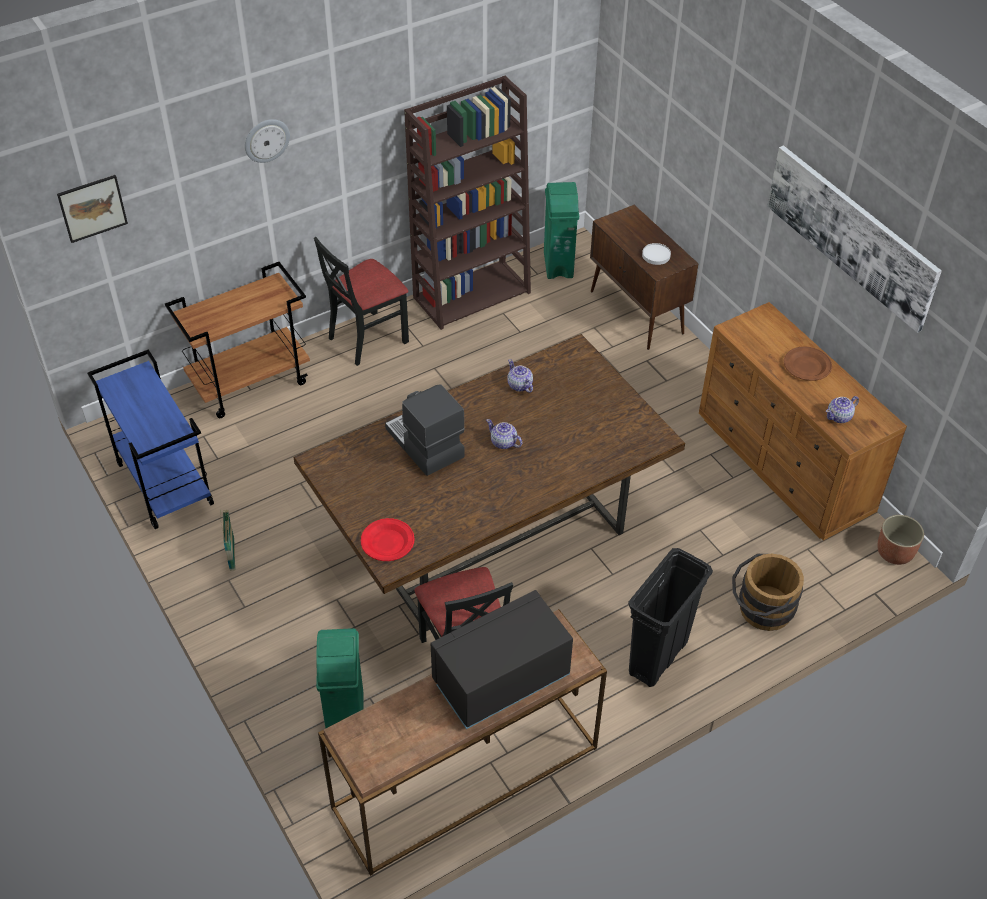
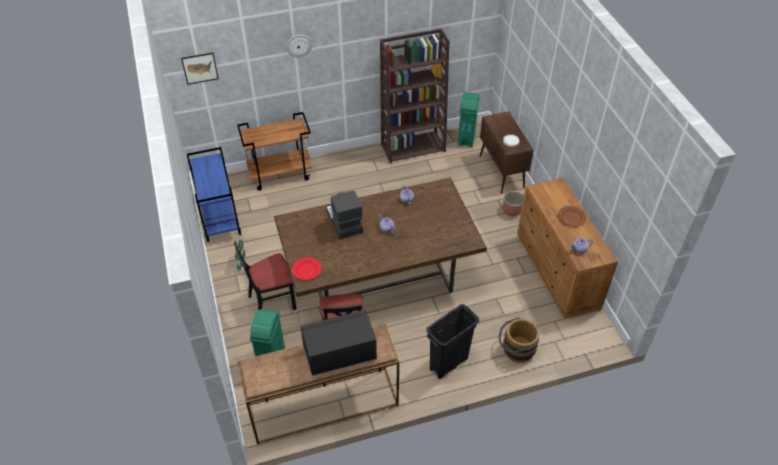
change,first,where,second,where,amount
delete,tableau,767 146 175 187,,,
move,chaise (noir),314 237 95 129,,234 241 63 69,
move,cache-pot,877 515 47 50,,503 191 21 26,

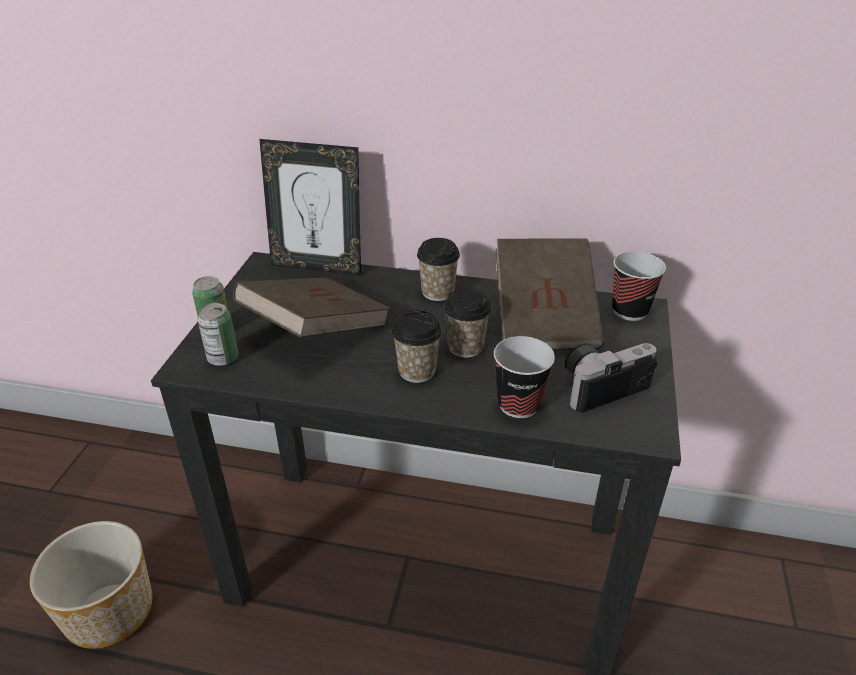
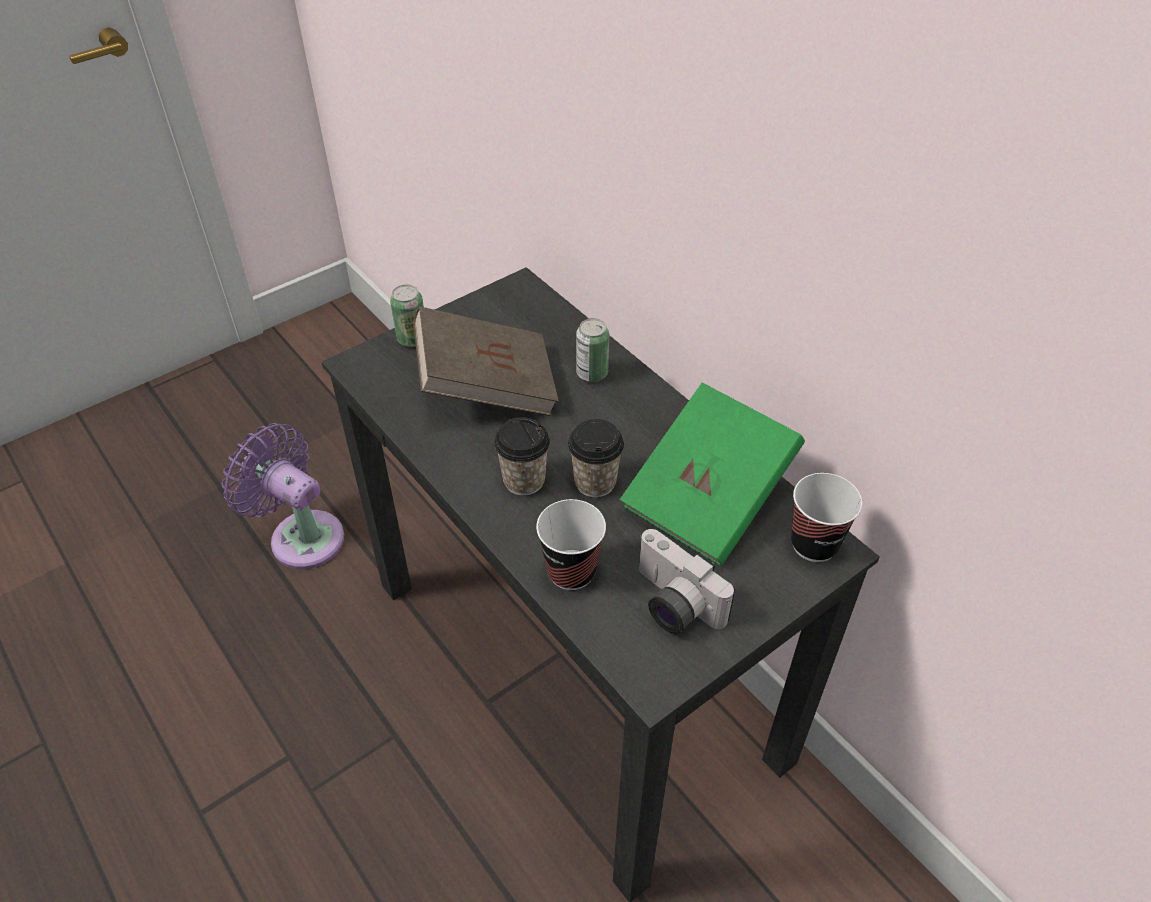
change,first,where,second,where,amount
delete,cadre photo,259 139 102 137,,,
delete,tasse,417 238 43 63,,,
move,boîte métallique,197 303 41 63,,576 318 33 64,
replace,cache-pot,30 521 122 128,ventilateur (violet),222 423 122 146,
recolor,livre (marron),495 239 109 111,livre (vert),620 382 185 184,
rotate,appareil photo,565 343 93 70,,639 529 96 105,150 degrees counterclockwise

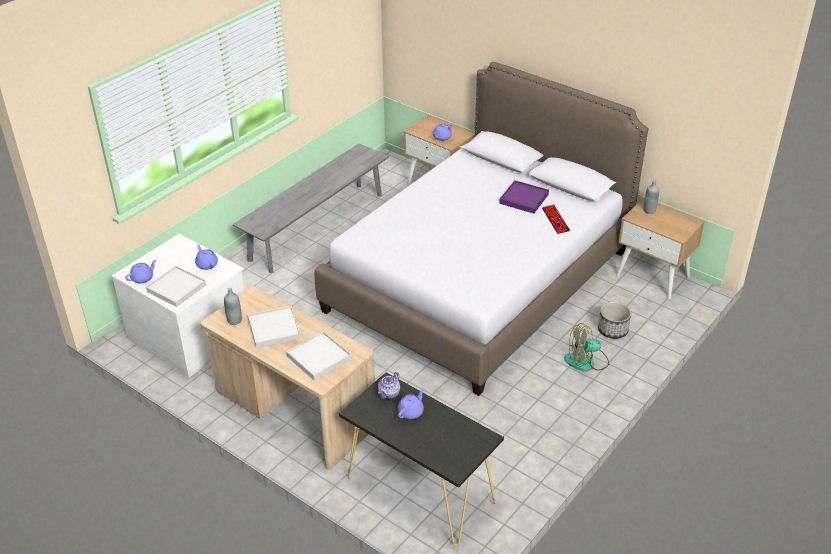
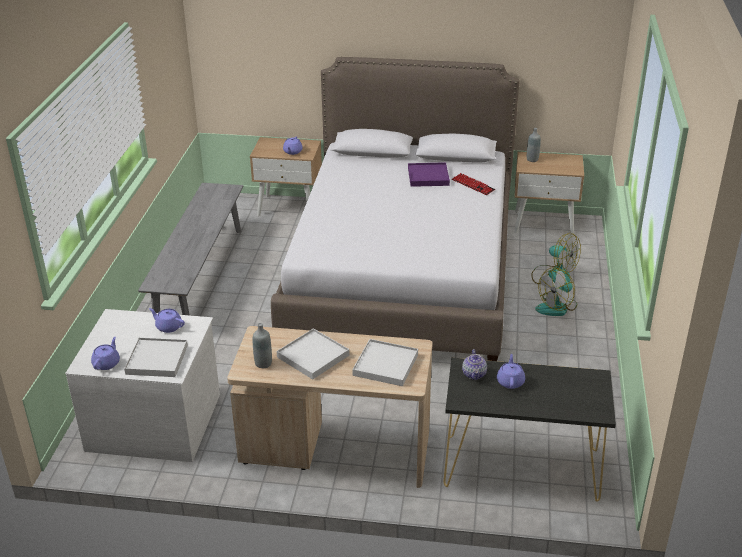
change,first,where,second,where,amount
replace,cache-pot,598 302 33 37,ventilateur,531 233 50 51,

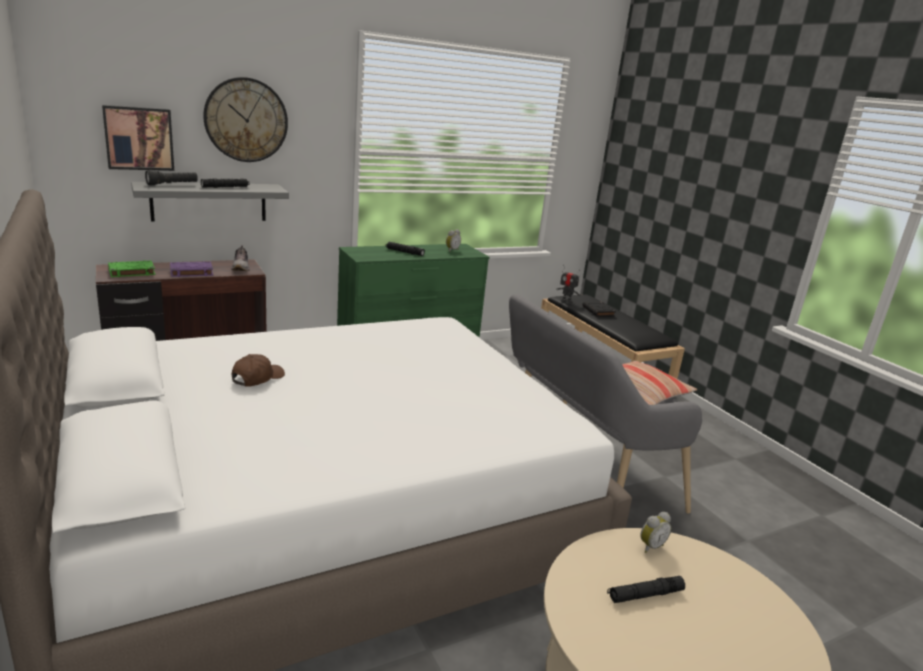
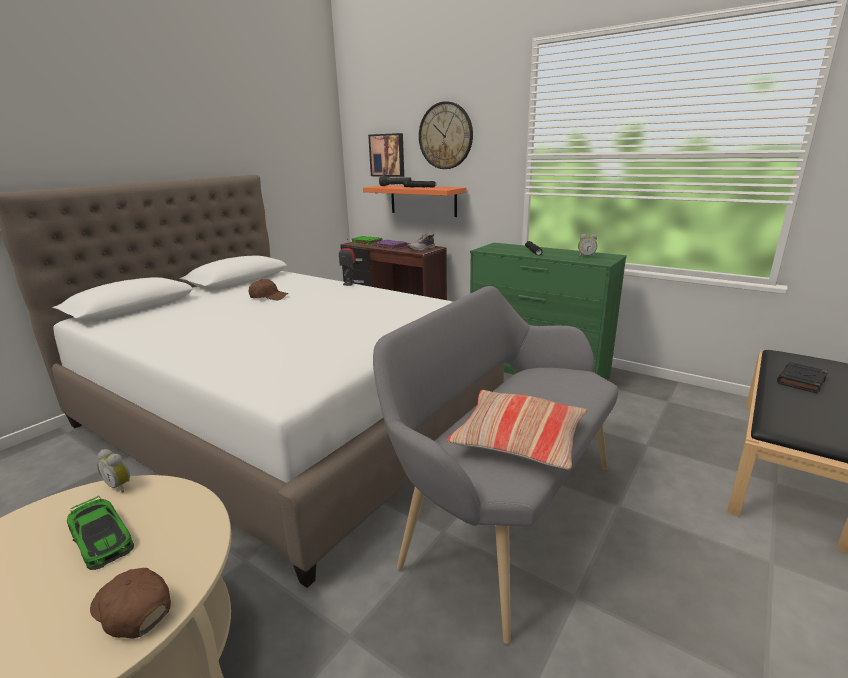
change,first,where,second,where,amount
insert,,,casquette (marron),90 568 81 71,
move,robot jouet,556 265 25 39,,339 239 17 47,
move,réveil,640 512 31 41,,97 449 33 44,
replace,lampe de poche (noir),607 576 78 27,petite voiture,67 496 67 74,
recolor,étagère (gris),131 182 158 40,étagère (orange),363 185 103 32,

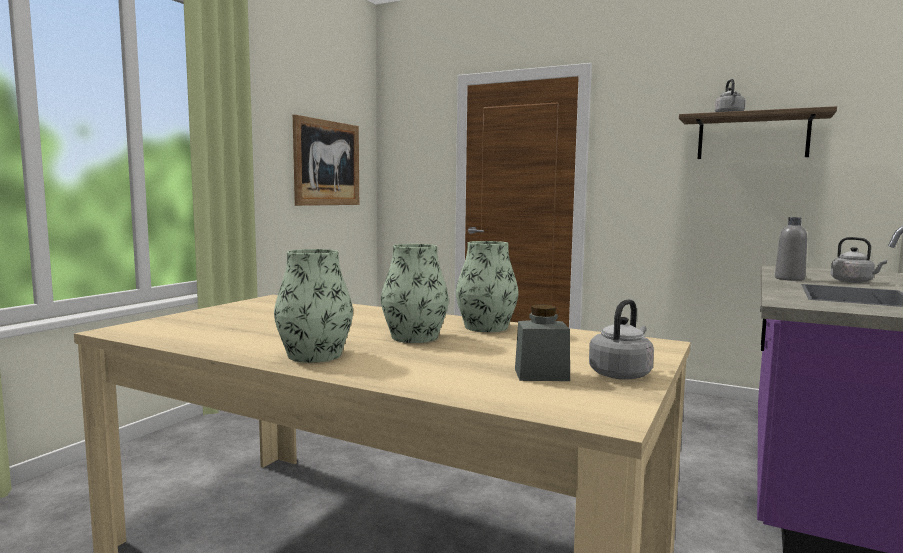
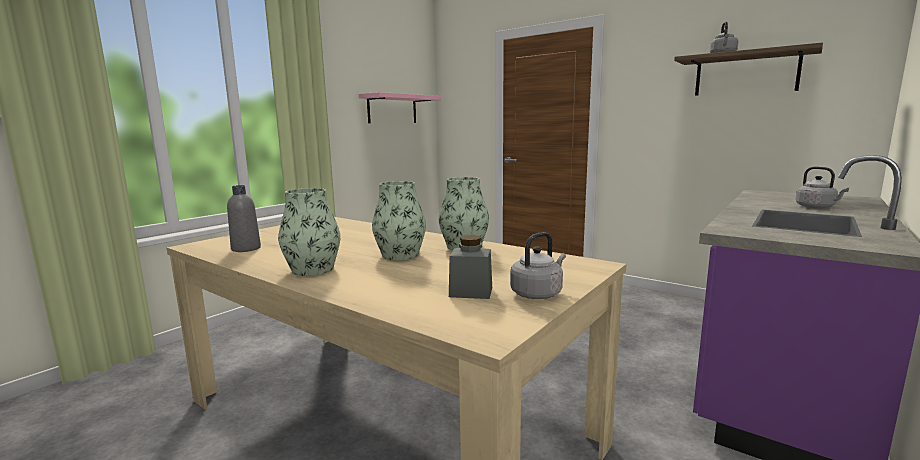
change,first,where,second,where,amount
move,bouteille (gris),775 217 32 64,,227 185 34 67,
replace,tableau,293 115 66 91,étagère (rose),359 92 82 31,

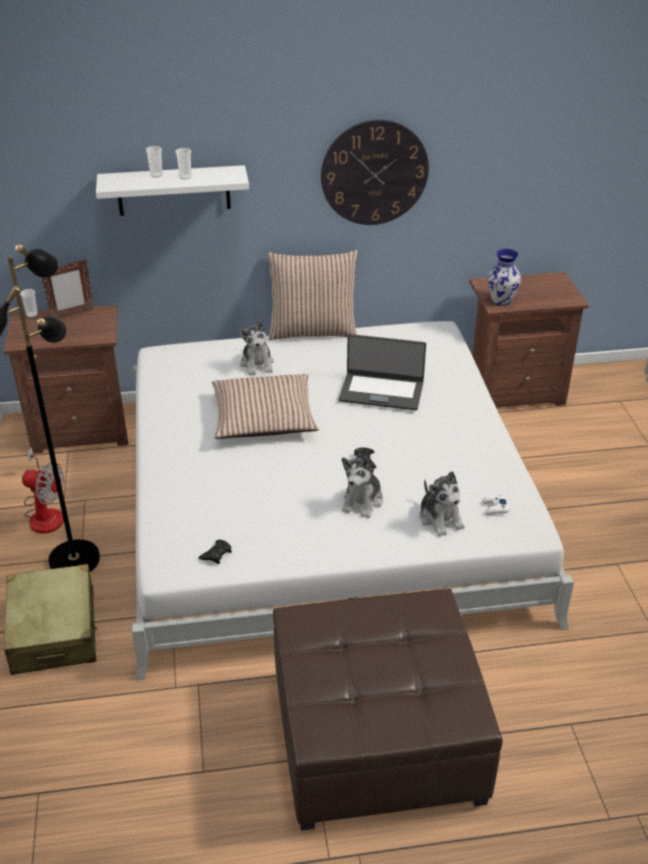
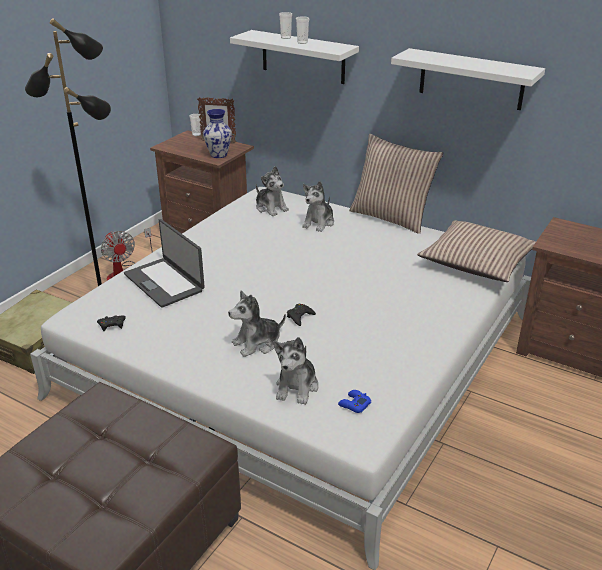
change,first,where,second,where,amount
insert,,,peluche,256 166 33 50,
move,coussin,212 374 107 65,,417 220 119 62,
move,ordinateur portable,339 334 87 76,,124 219 81 89,
move,vase,487 249 35 57,,203 109 29 49,
replace,horloge murale,321 120 108 105,étagère (blanc),391 48 154 62,
recolor,manette (blanc),482 494 28 21,manette (bleu),338 390 33 23,

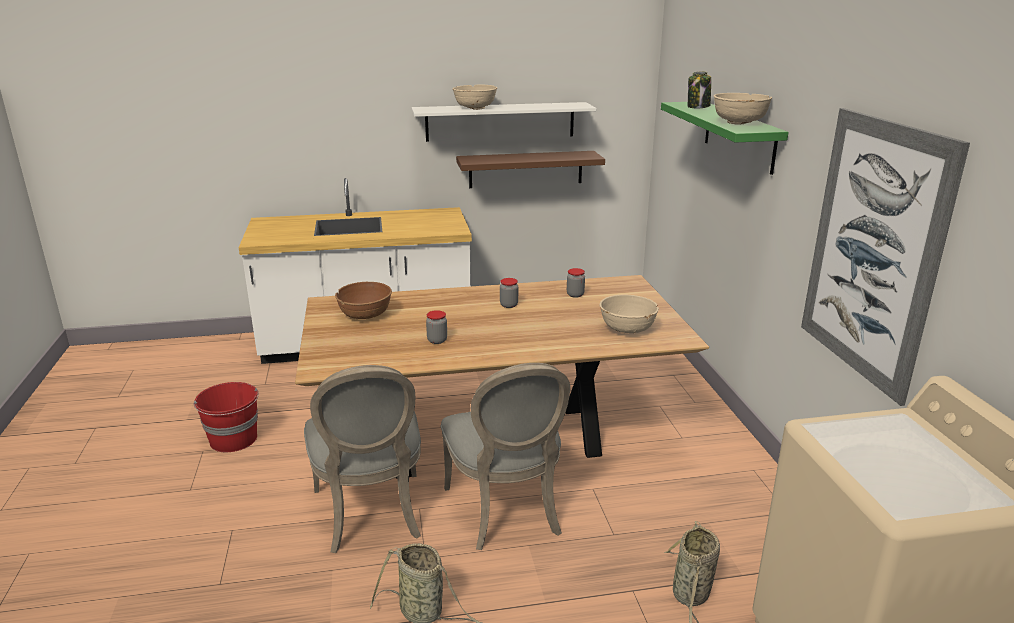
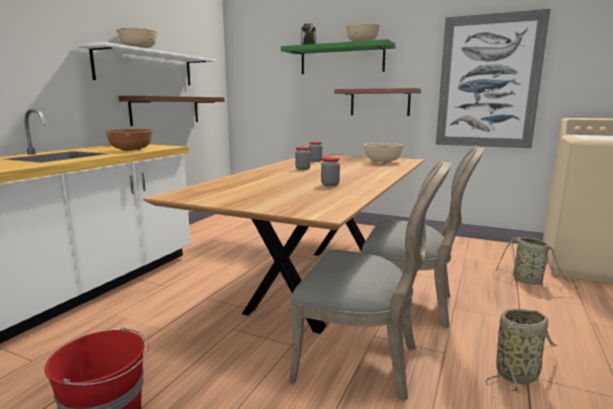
change,first,where,second,where,amount
insert,,,étagère,334 88 87 28,
move,bol (marron),335 282 57 37,,105 129 48 23,

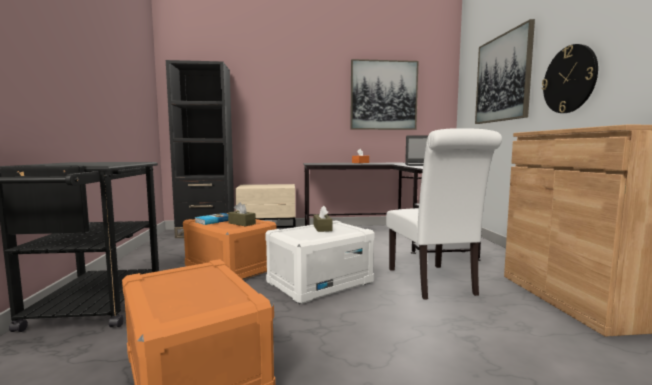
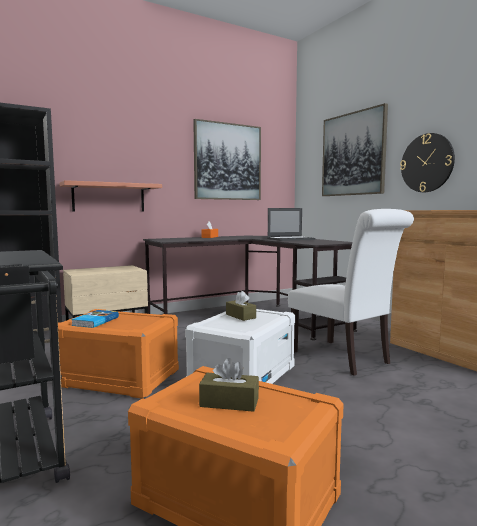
change,first,where,second,where,amount
insert,,,étagère,60 180 102 32,
move,boîte à mouchoirs (marron),228 202 28 25,,199 358 60 54,

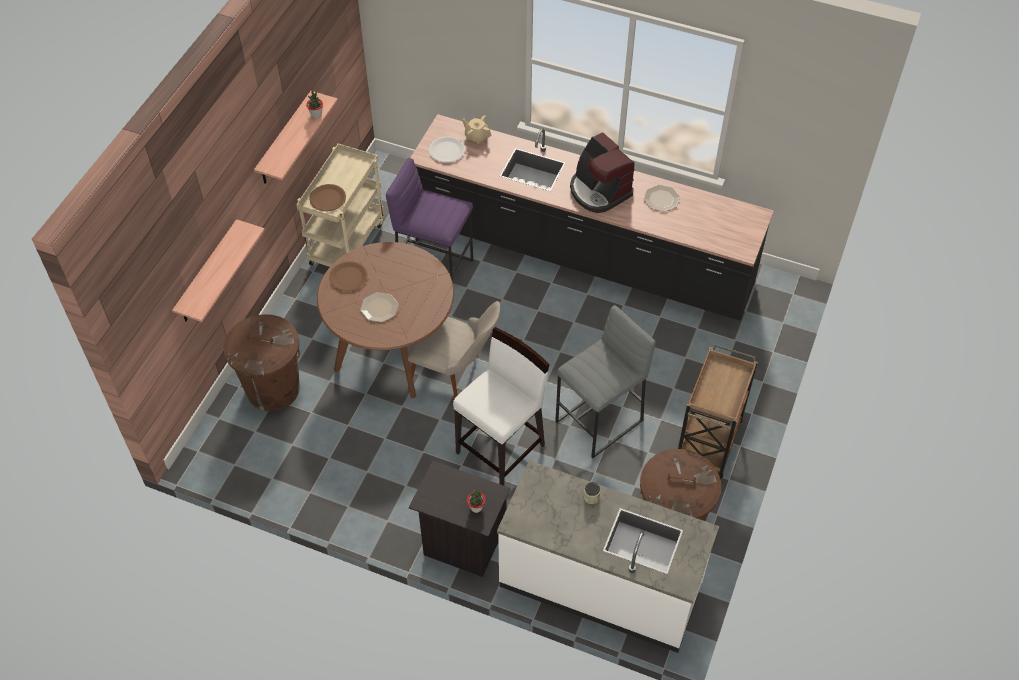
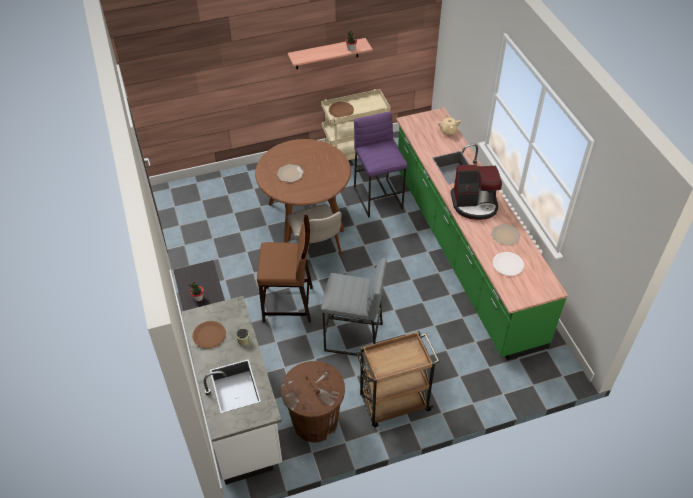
change,first,where,second,where,amount
delete,étagère,172 219 93 103,,,
delete,poubelle (marron),224 314 76 97,,,
move,assiette (marron),329 261 39 30,,192 321 34 28,
move,assiette (blanc),429 136 36 27,,493 252 31 24,
recolor,comptoir de cuisine (noir),410 114 364 207,comptoir de cuisine (vert),396 108 172 253,
recolor,tabouret (blanc),453 327 96 159,tabouret (marron),257 215 56 108,
rotate,machine à café,570 132 65 81,,451 165 51 55,105 degrees counterclockwise

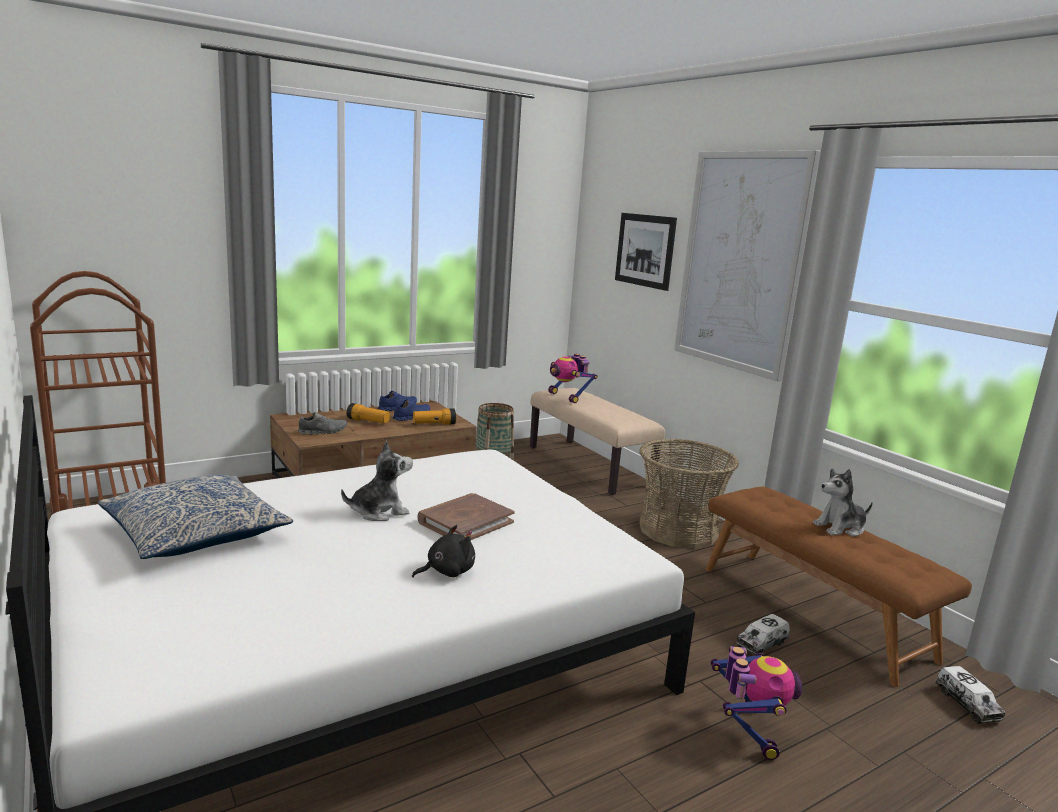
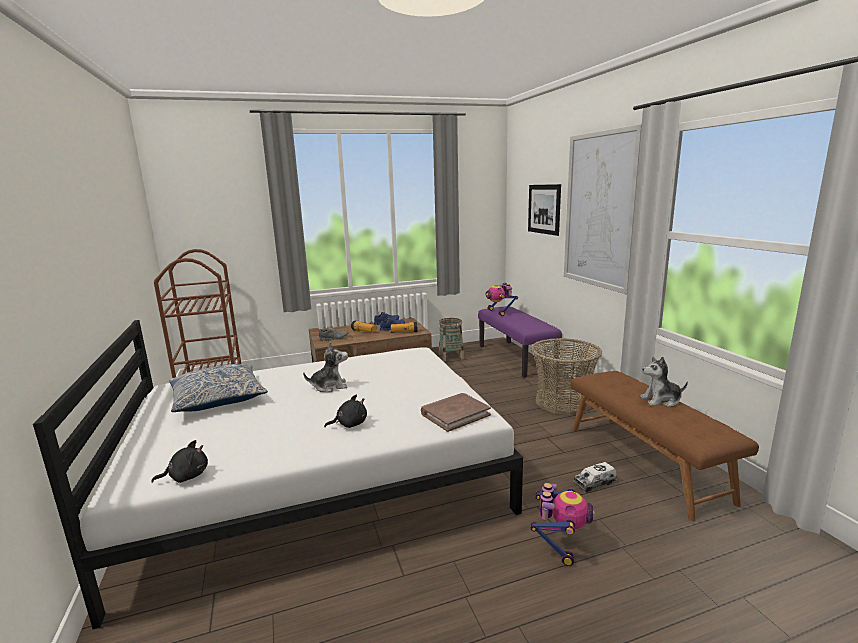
change,first,where,second,where,amount
delete,camion jouet,936 666 69 58,,,
insert,,,peluche (noir),151 440 57 43,
move,livre (marron),417 493 98 47,,421 393 70 39,
recolor,banc (beige),530 388 135 107,banc (violet),478 306 84 72,

